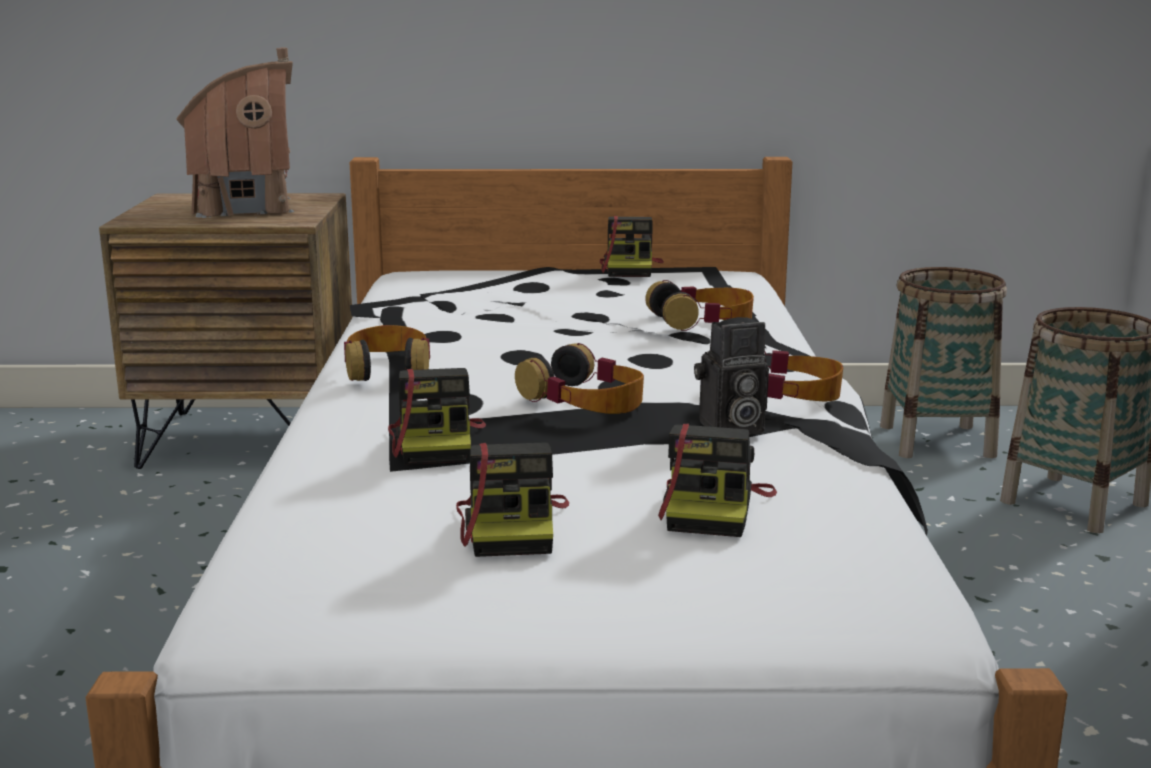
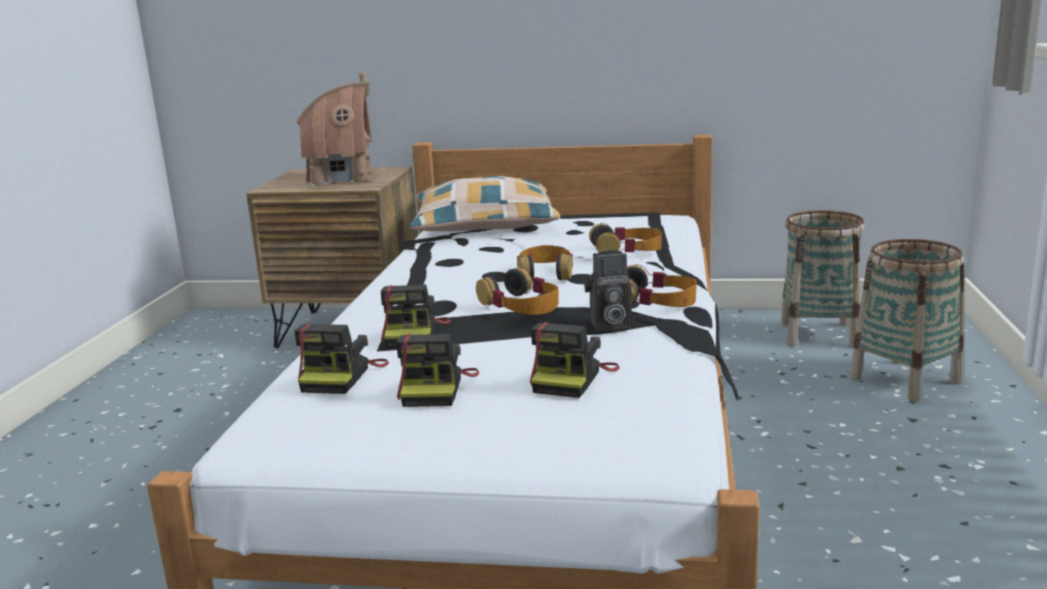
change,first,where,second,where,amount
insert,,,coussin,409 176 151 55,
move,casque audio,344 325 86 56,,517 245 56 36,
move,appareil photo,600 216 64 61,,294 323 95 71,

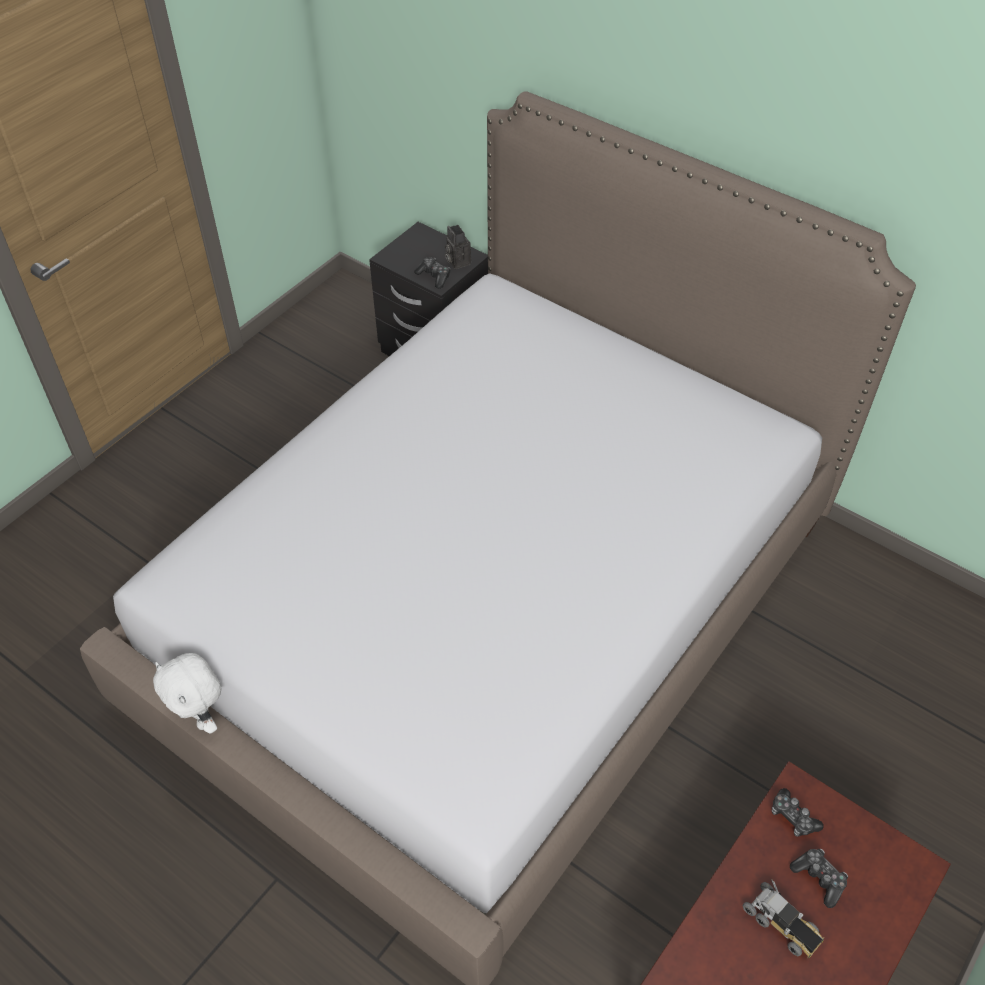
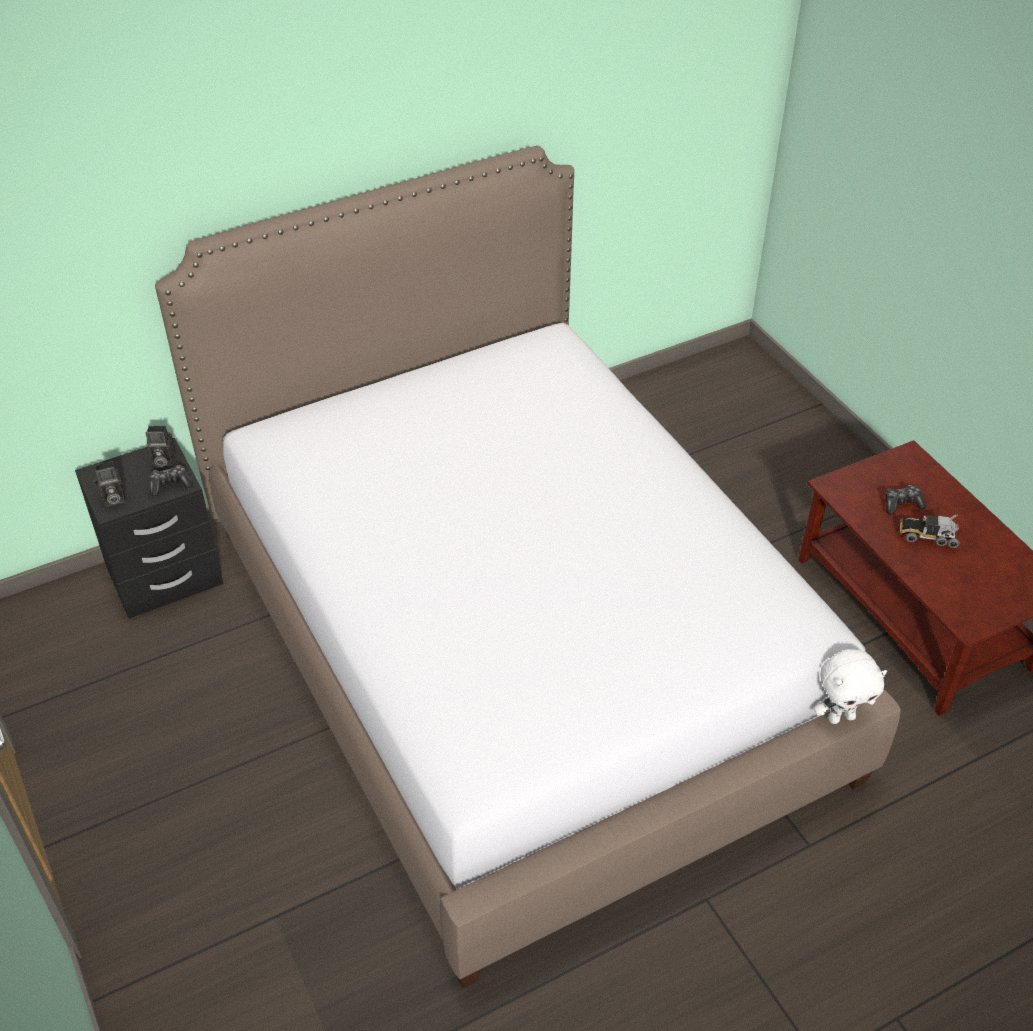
change,first,where,second,where,amount
delete,manette,772 788 52 48,,,
insert,,,appareil photo,93 461 33 46,
move,peluche (blanc),153 653 68 81,,814 649 73 75,
rotate,camion jouet,743 879 82 80,,900 515 60 33,150 degrees counterclockwise

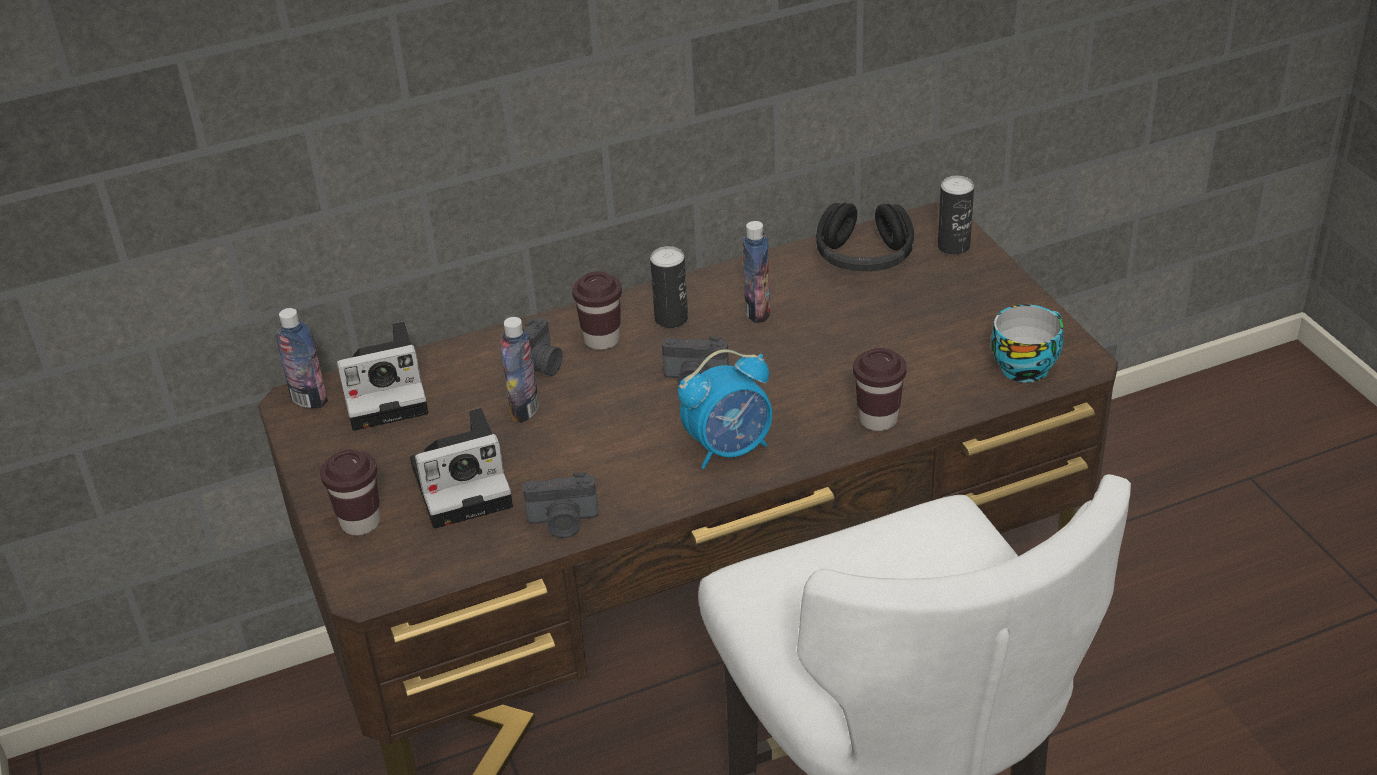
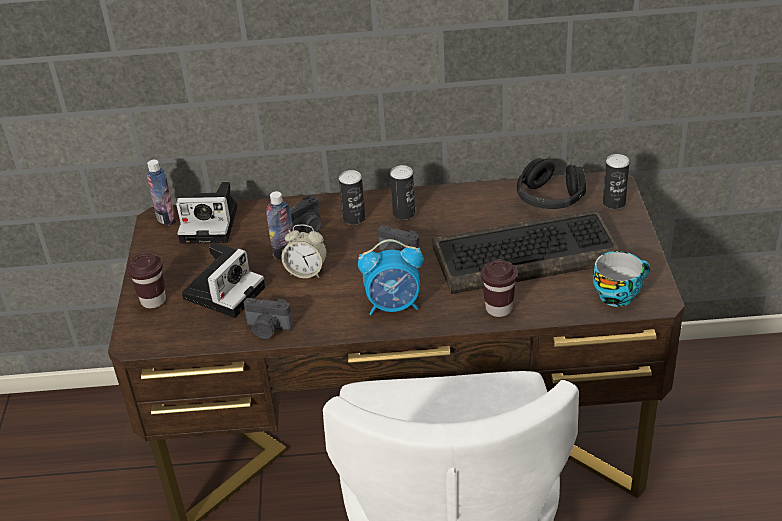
change,first,where,second,where,amount
delete,bouteille,743 221 27 102,,,
insert,,,réveil,281 224 46 54,
insert,,,clavier,433 209 187 85,
replace,tasse (marron),572 271 50 79,boîte métallique,339 170 26 55,
rotate,appareil photo,410 408 103 121,,182 242 83 76,60 degrees counterclockwise

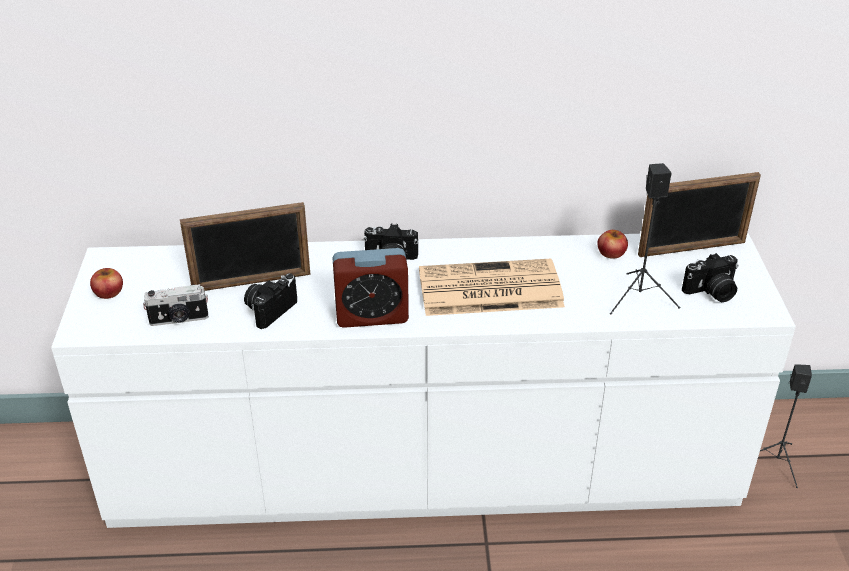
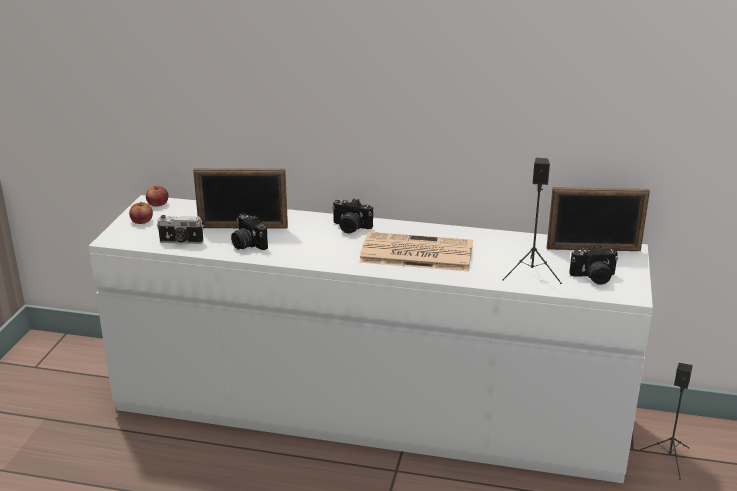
change,first,where,second,where,amount
delete,réveil,332 248 77 80,,,
move,pomme,598 230 30 29,,146 185 22 22,
rotate,appareil photo,244 273 53 56,,231 213 37 37,90 degrees counterclockwise

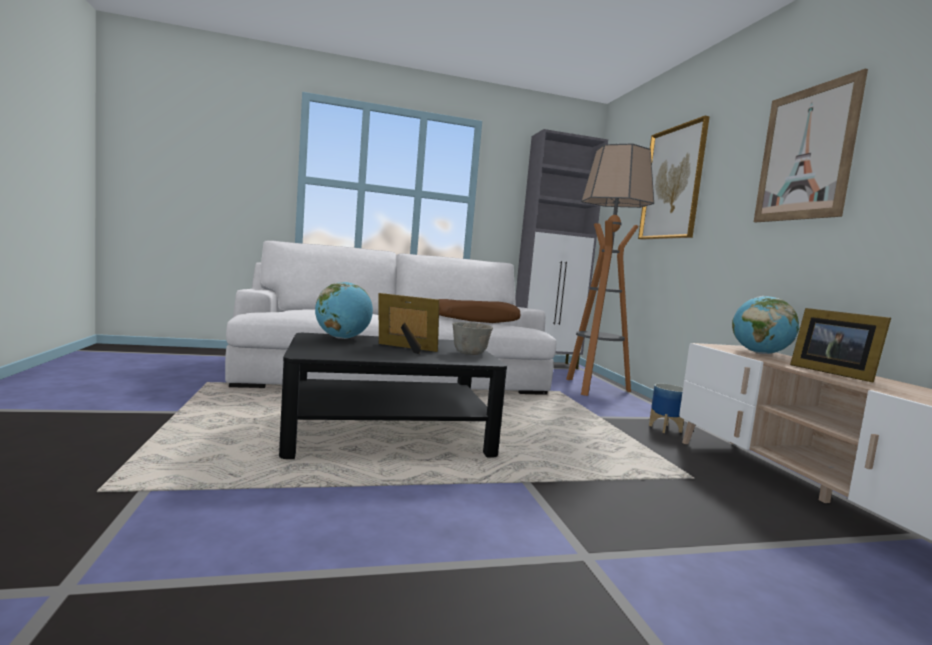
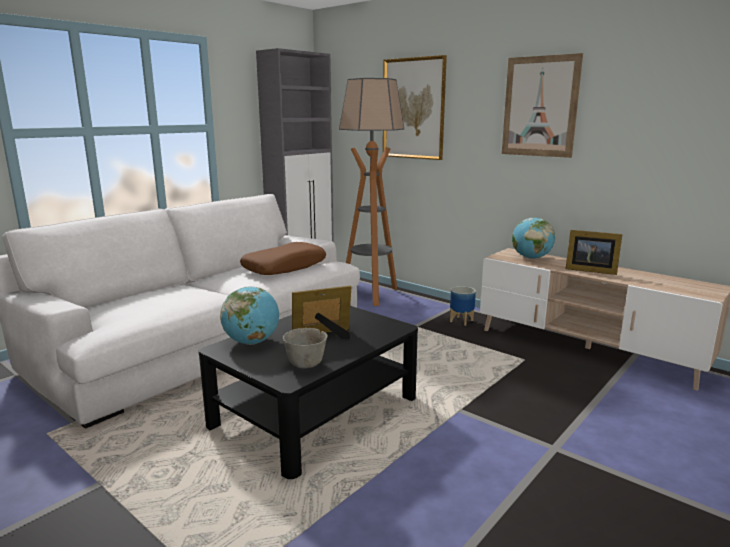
change,first,where,second,where,amount
move,bol (gris),453 322 40 33,,283 328 44 40,

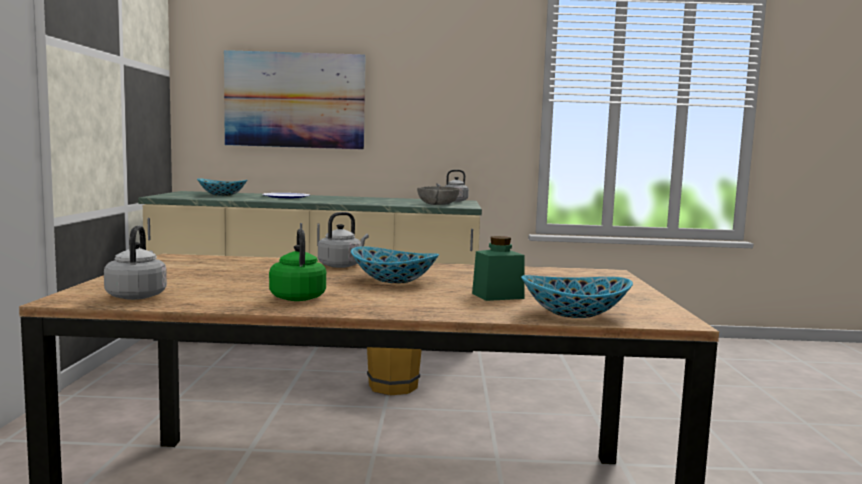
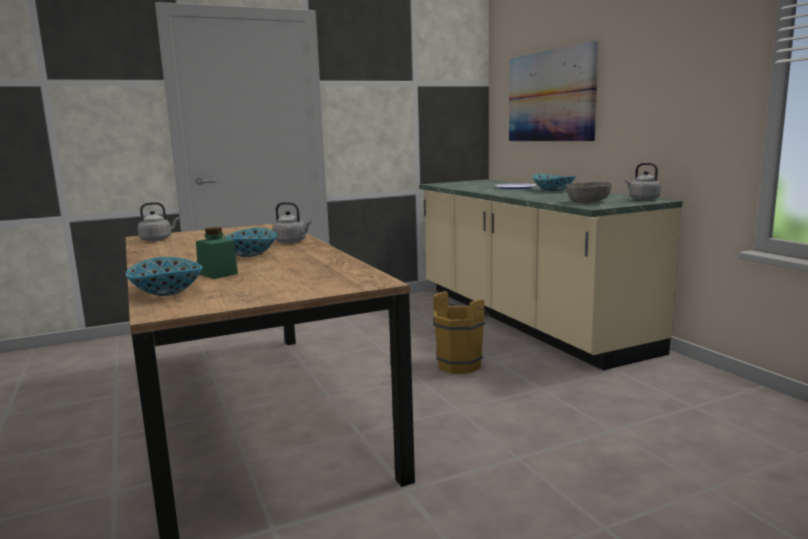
change,first,where,second,where,amount
delete,bouilloire (vert),269 229 57 72,,,
move,bol,197 178 50 18,,532 174 44 17,

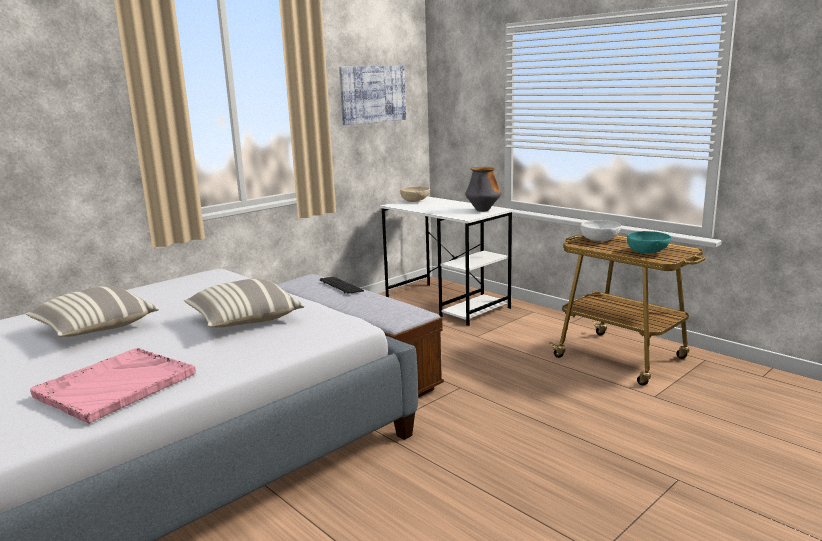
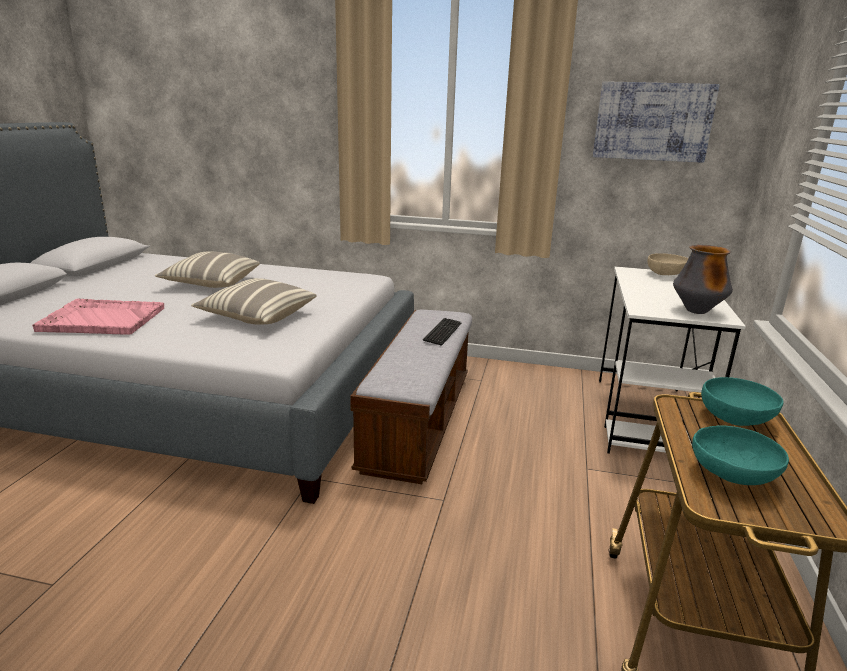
change,first,where,second,where,amount
recolor,bol (blanc),581 220 40 21,bol (turquoise),701 377 82 49,

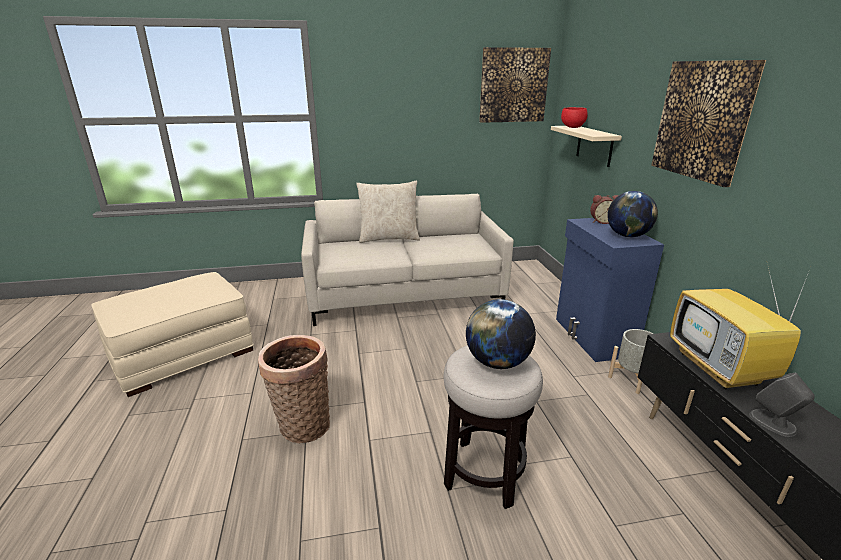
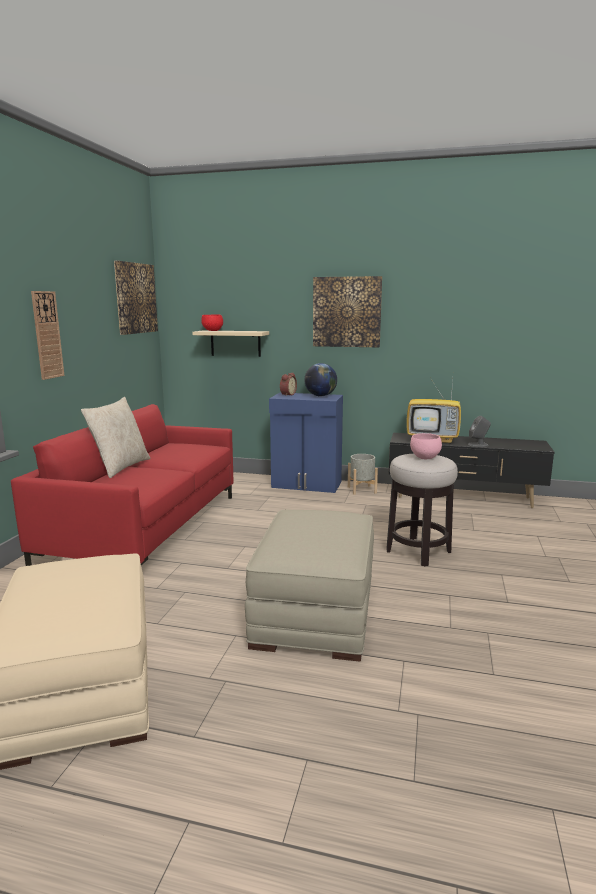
change,first,where,second,where,amount
insert,,,horloge murale,31 291 33 89,
replace,panier,258 335 72 109,pouf (beige),245 510 129 152,
replace,globe,466 299 70 70,bol (rose),410 433 32 26,
recolor,canapé (beige),301 194 213 132,canapé (rouge),11 404 223 162,

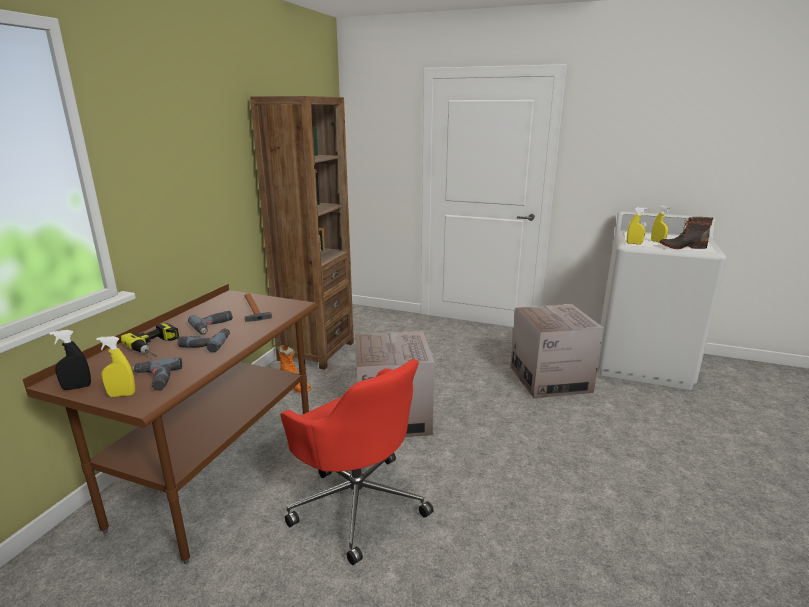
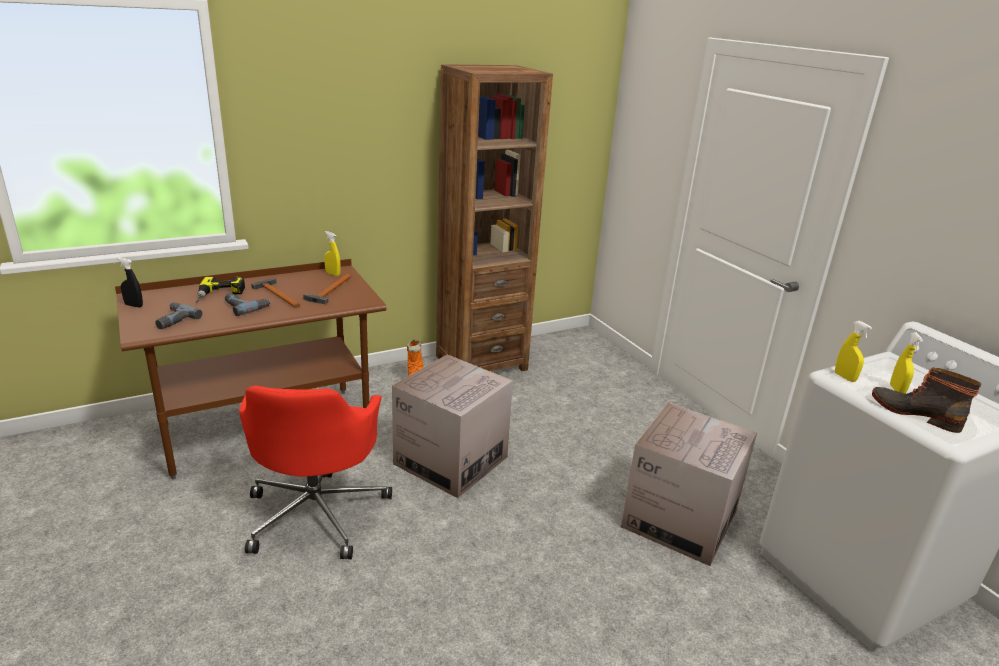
change,first,where,second,where,amount
move,vaporisateur (jaune),96 336 39 61,,324 231 17 45,
replace,perceuse,188 311 45 23,marteau,251 278 49 30,

